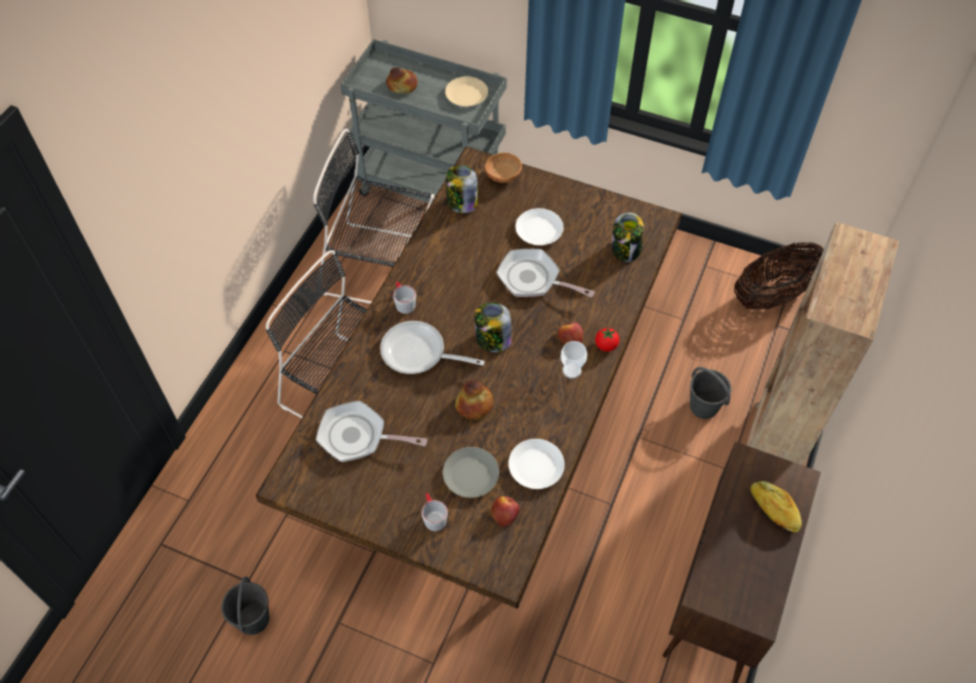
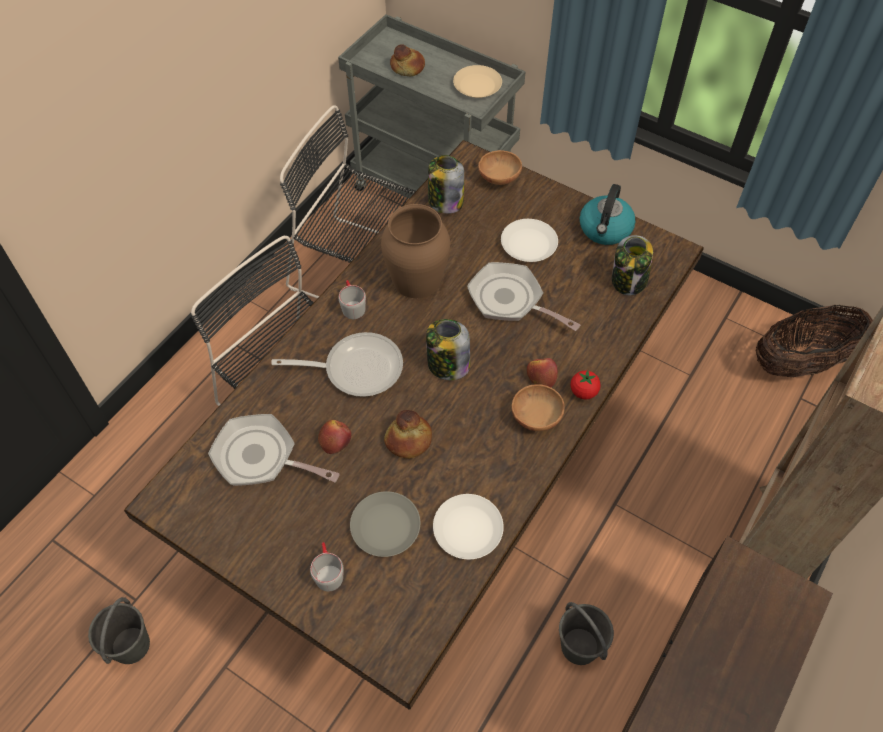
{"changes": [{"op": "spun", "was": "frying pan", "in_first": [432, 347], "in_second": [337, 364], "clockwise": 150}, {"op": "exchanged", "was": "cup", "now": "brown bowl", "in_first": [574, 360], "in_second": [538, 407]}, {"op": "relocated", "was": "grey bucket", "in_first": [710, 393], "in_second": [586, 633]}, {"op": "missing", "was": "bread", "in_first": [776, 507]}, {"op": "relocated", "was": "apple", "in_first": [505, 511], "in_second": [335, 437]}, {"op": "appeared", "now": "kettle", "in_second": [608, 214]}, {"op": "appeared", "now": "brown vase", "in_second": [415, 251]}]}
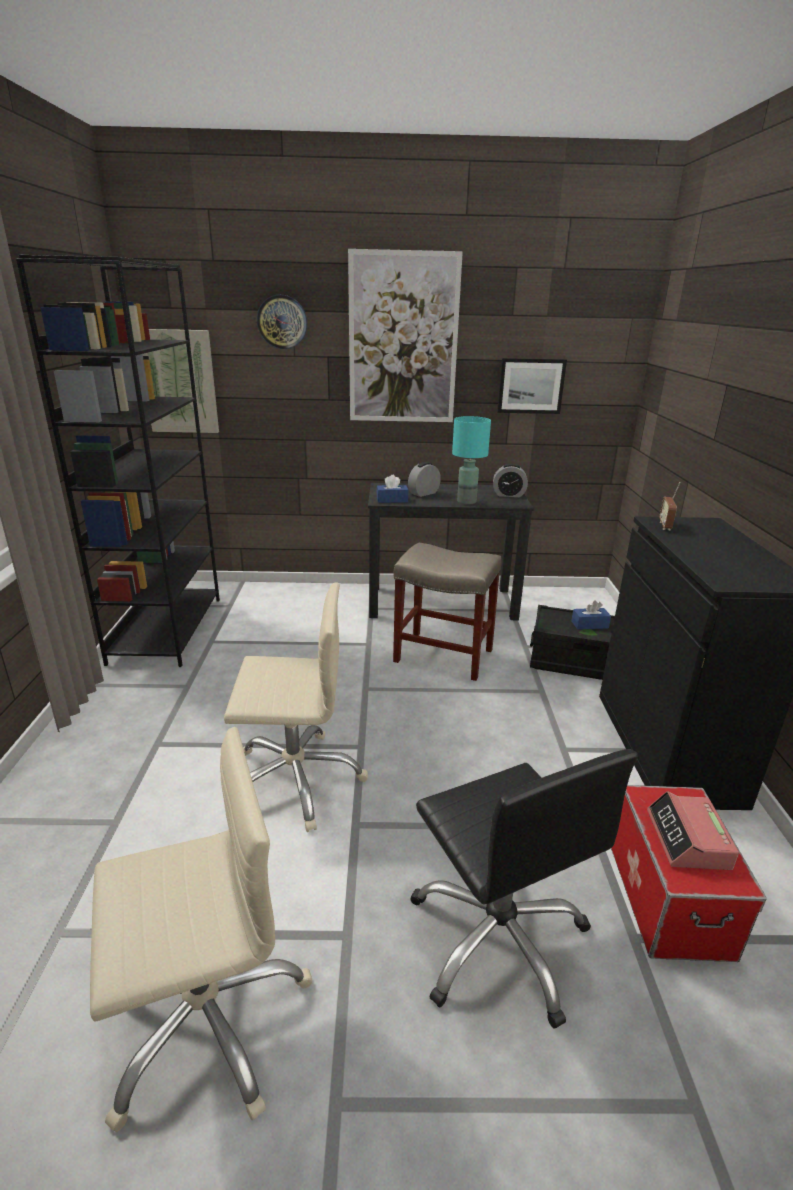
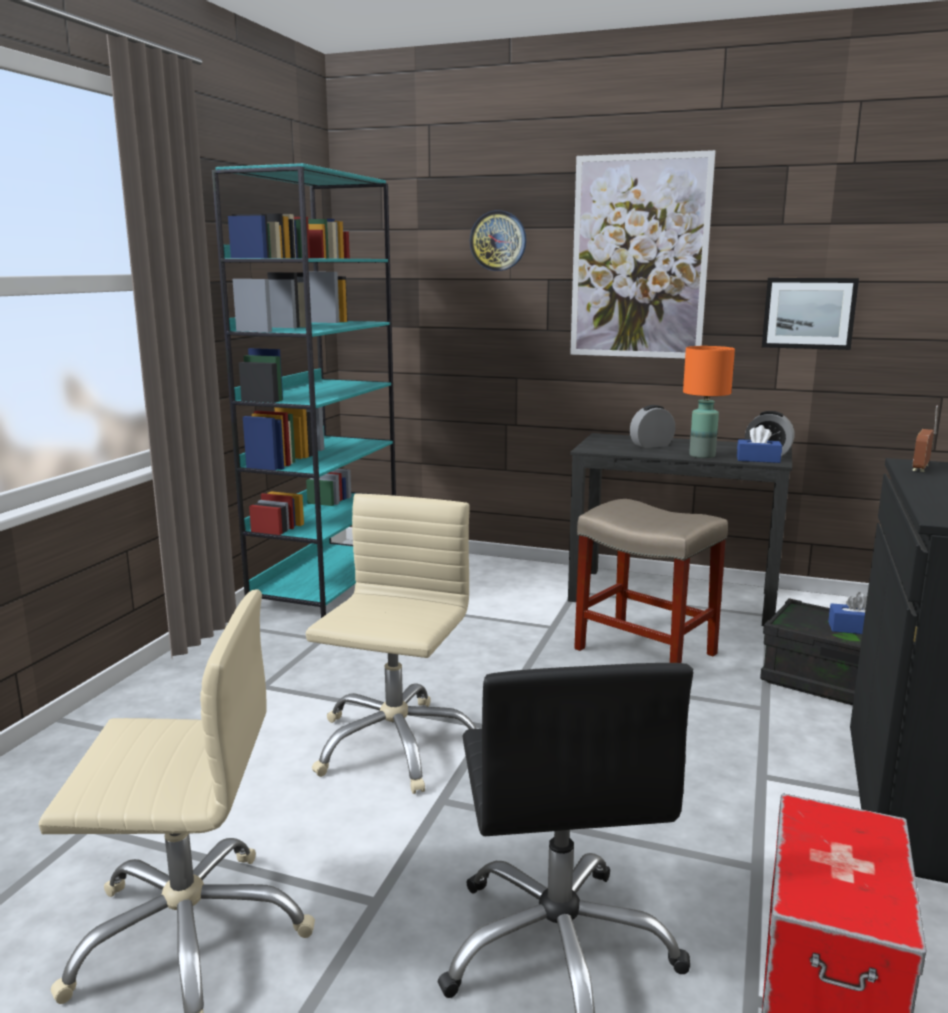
{"changes": [{"op": "colour", "was": "black bookcase", "now": "turquoise bookcase", "in_first": [118, 461], "in_second": [304, 390]}, {"op": "missing", "was": "picture", "in_first": [181, 381]}, {"op": "colour", "was": "turquoise table lamp", "now": "orange table lamp", "in_first": [471, 460], "in_second": [709, 402]}, {"op": "relocated", "was": "blue tissue box", "in_first": [393, 489], "in_second": [759, 444]}, {"op": "spun", "was": "beige office chair", "in_first": [296, 707], "in_second": [391, 644], "clockwise": -90}, {"op": "missing", "was": "alarm clock", "in_first": [693, 830]}]}
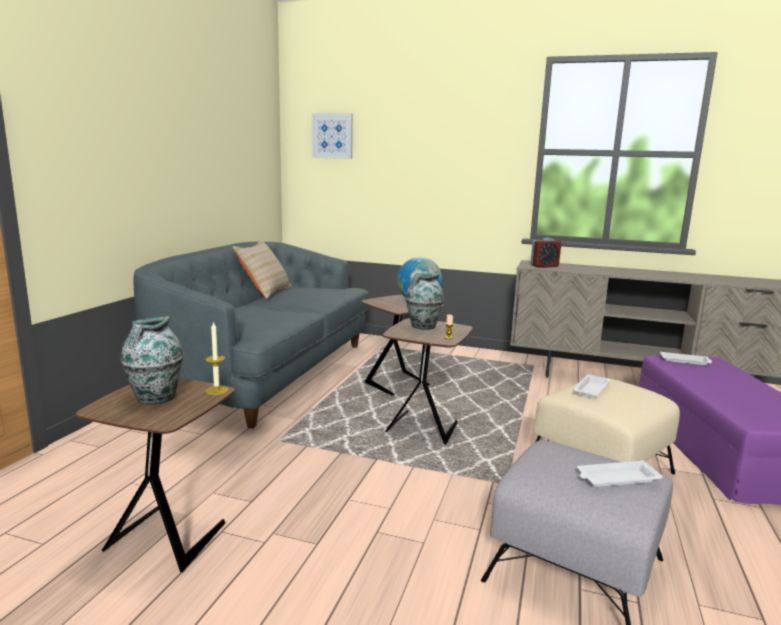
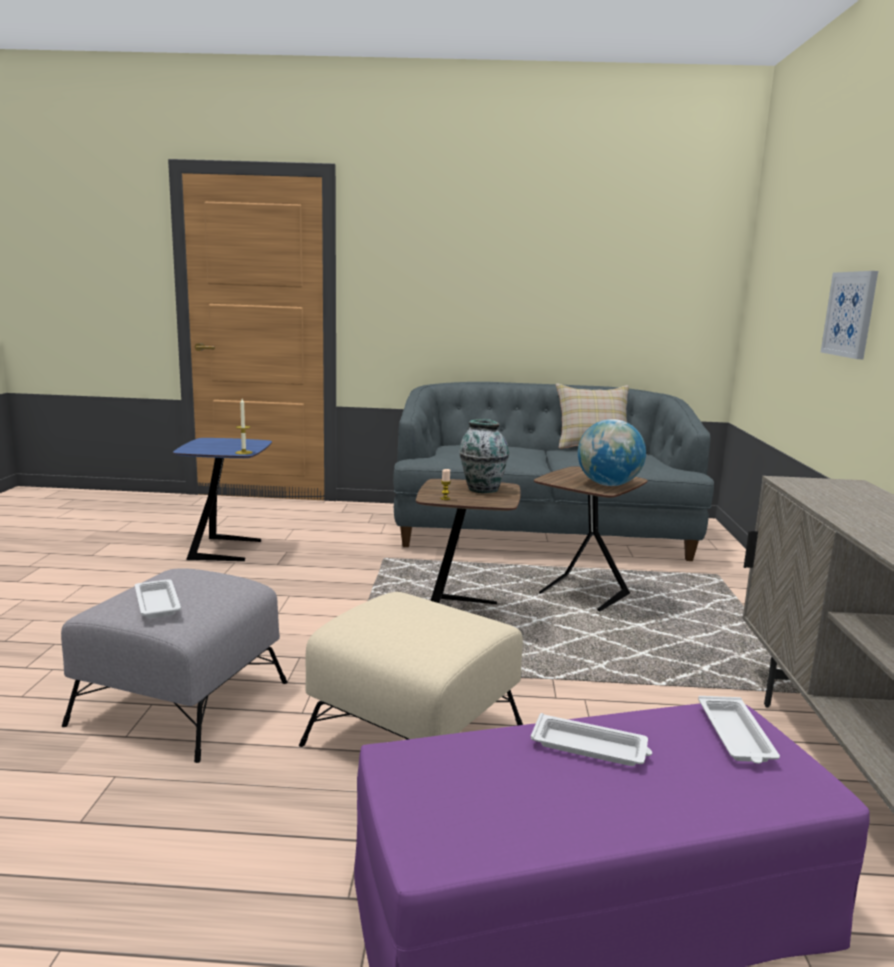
{"changes": [{"op": "relocated", "was": "picture", "in_first": [332, 136], "in_second": [849, 315]}, {"op": "missing", "was": "alarm clock", "in_first": [545, 252]}, {"op": "missing", "was": "vase", "in_first": [152, 360]}, {"op": "relocated", "was": "white tray", "in_first": [592, 386], "in_second": [591, 739]}, {"op": "colour", "was": "brown side table", "now": "blue side table", "in_first": [155, 475], "in_second": [222, 499]}]}
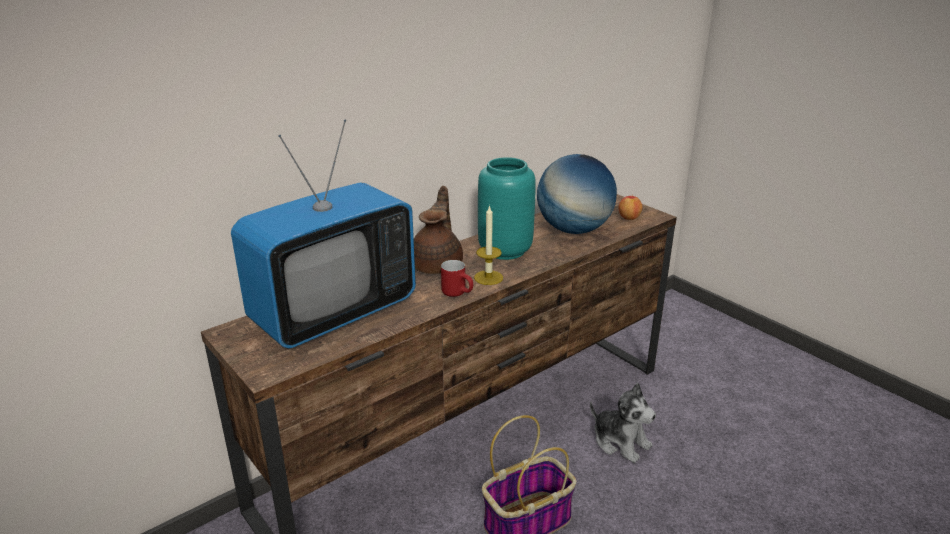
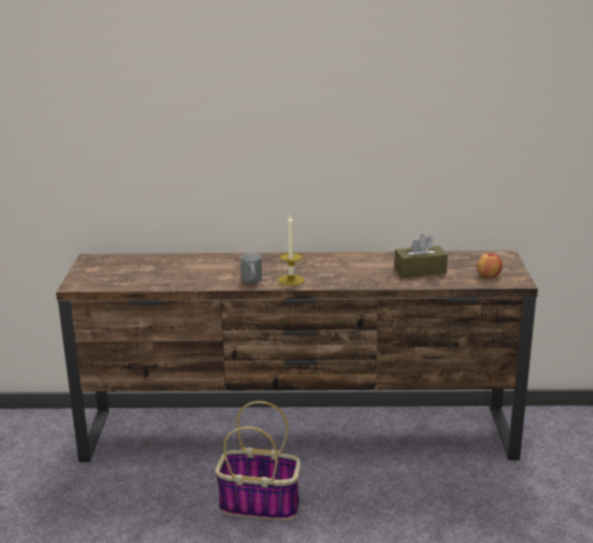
{"changes": [{"op": "missing", "was": "television", "in_first": [323, 234]}, {"op": "exchanged", "was": "globe", "now": "brown tissue box", "in_first": [577, 194], "in_second": [421, 256]}, {"op": "missing", "was": "turquoise vase", "in_first": [507, 208]}, {"op": "missing", "was": "brown teapot", "in_first": [438, 230]}, {"op": "colour", "was": "red mug", "now": "grey mug", "in_first": [457, 278], "in_second": [251, 268]}, {"op": "missing", "was": "plush toy", "in_first": [623, 423]}]}
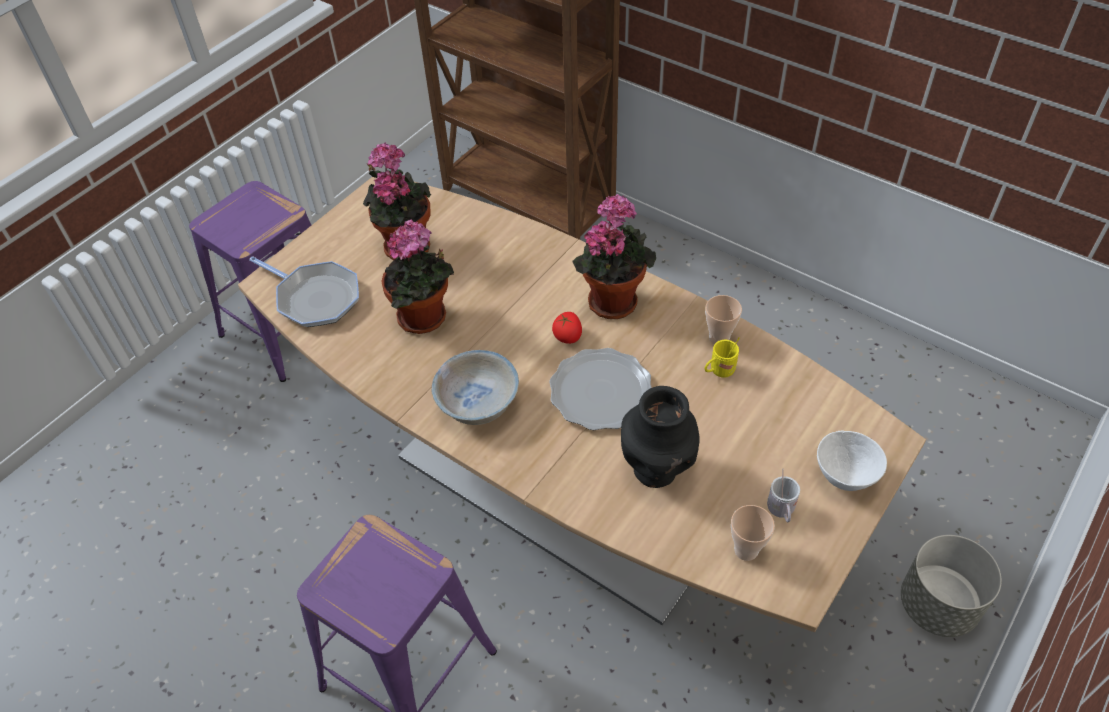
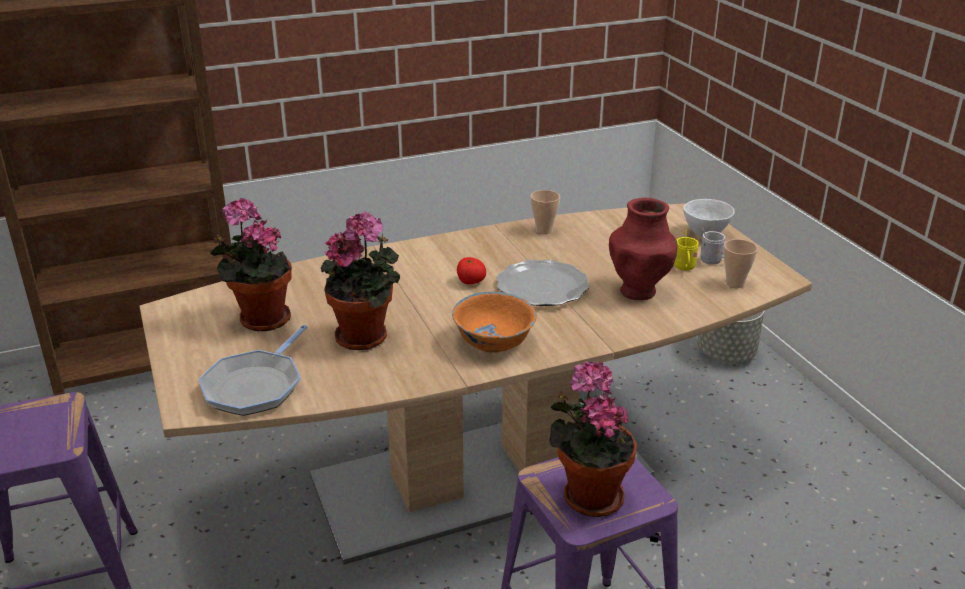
{"changes": [{"op": "relocated", "was": "potted plant", "in_first": [614, 256], "in_second": [593, 439]}, {"op": "spun", "was": "frying pan", "in_first": [304, 292], "in_second": [253, 370], "clockwise": 135}, {"op": "relocated", "was": "yellow mug", "in_first": [722, 357], "in_second": [686, 250]}, {"op": "colour", "was": "white bowl", "now": "orange bowl", "in_first": [475, 387], "in_second": [494, 322]}, {"op": "colour", "was": "black vase", "now": "red vase", "in_first": [660, 437], "in_second": [643, 249]}]}
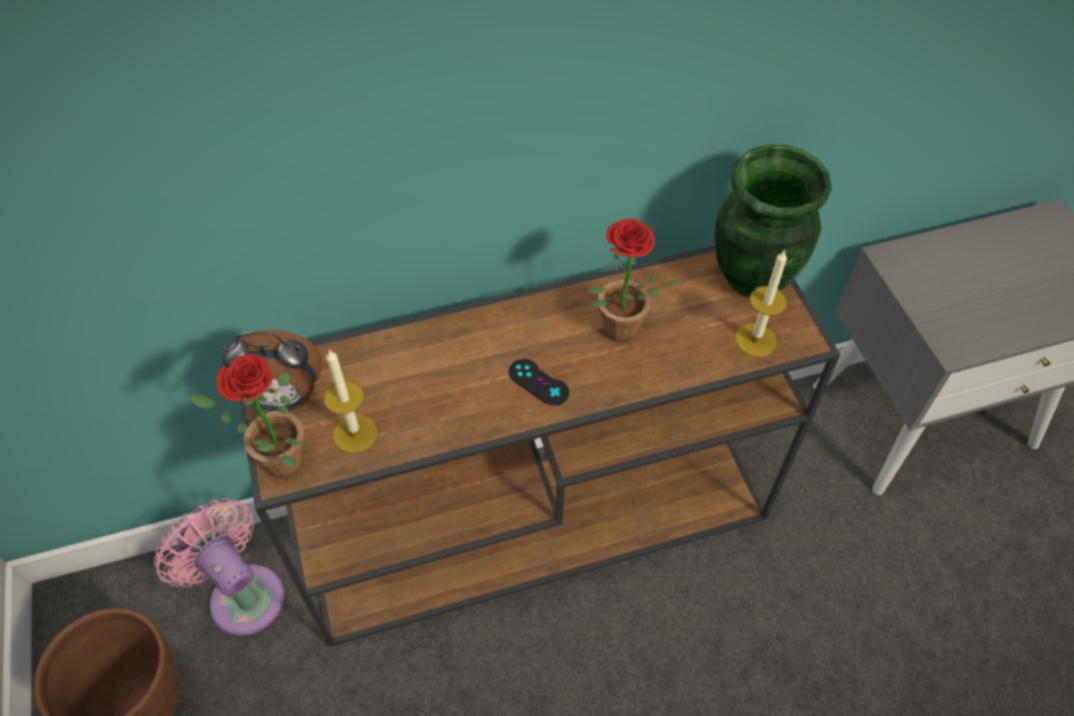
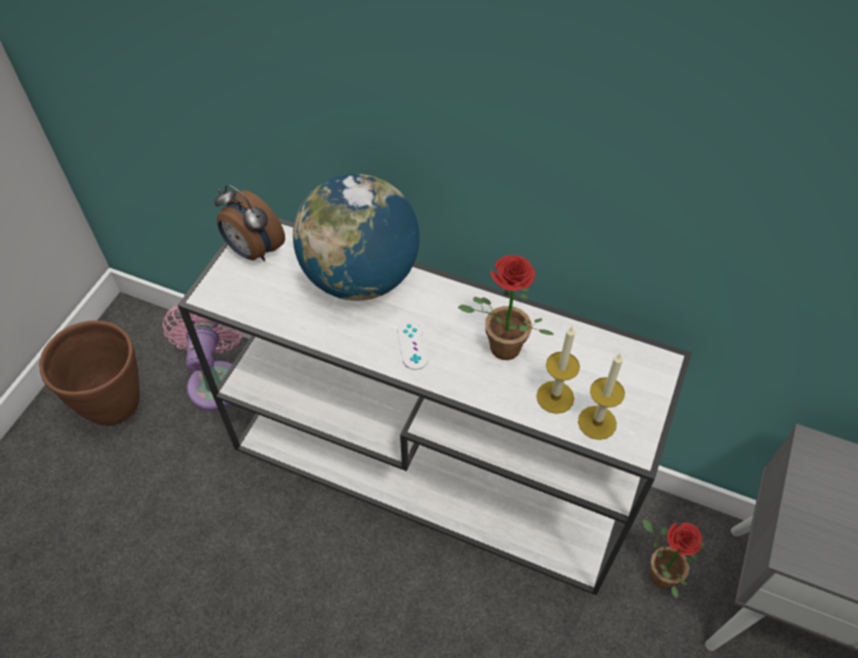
{"changes": [{"op": "missing", "was": "green vase", "in_first": [773, 220]}, {"op": "colour", "was": "brown console table", "now": "white console table", "in_first": [540, 446], "in_second": [435, 406]}, {"op": "relocated", "was": "candle", "in_first": [350, 401], "in_second": [558, 370]}, {"op": "relocated", "was": "potted plant", "in_first": [247, 416], "in_second": [674, 559]}, {"op": "colour", "was": "black game controller", "now": "white game controller", "in_first": [539, 382], "in_second": [413, 345]}, {"op": "appeared", "now": "globe", "in_second": [356, 237]}]}
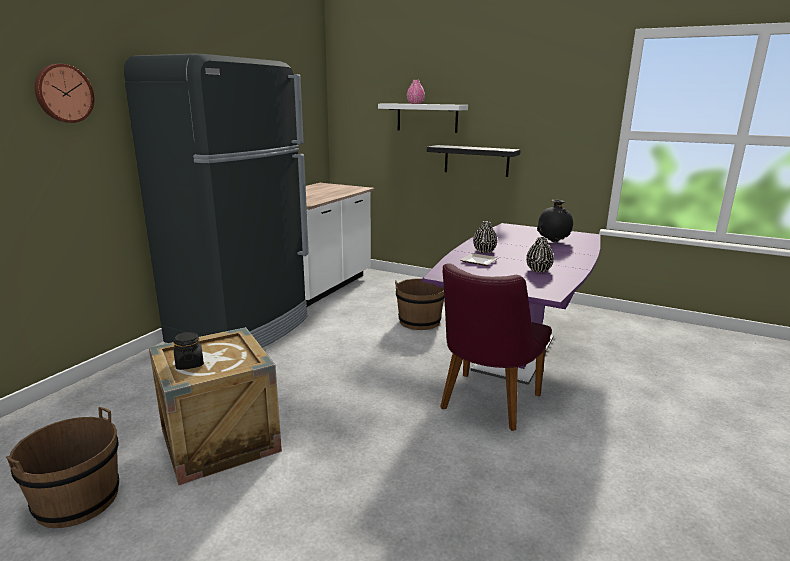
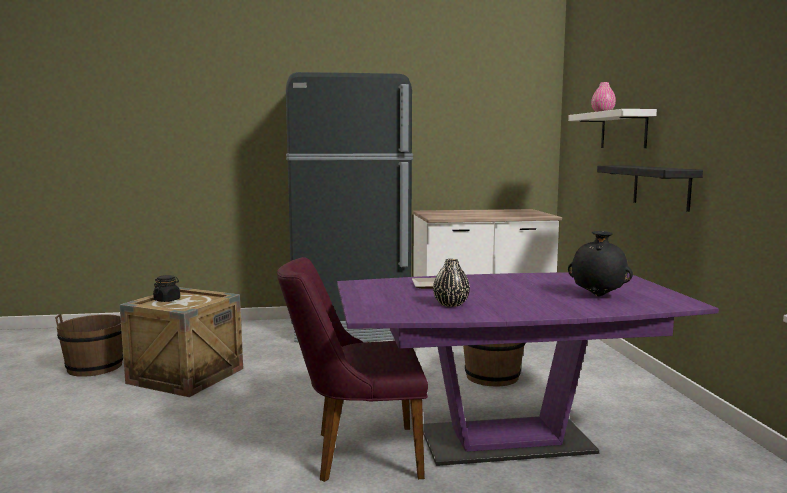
{"changes": [{"op": "missing", "was": "wall clock", "in_first": [64, 93]}, {"op": "missing", "was": "black vase", "in_first": [485, 237]}]}
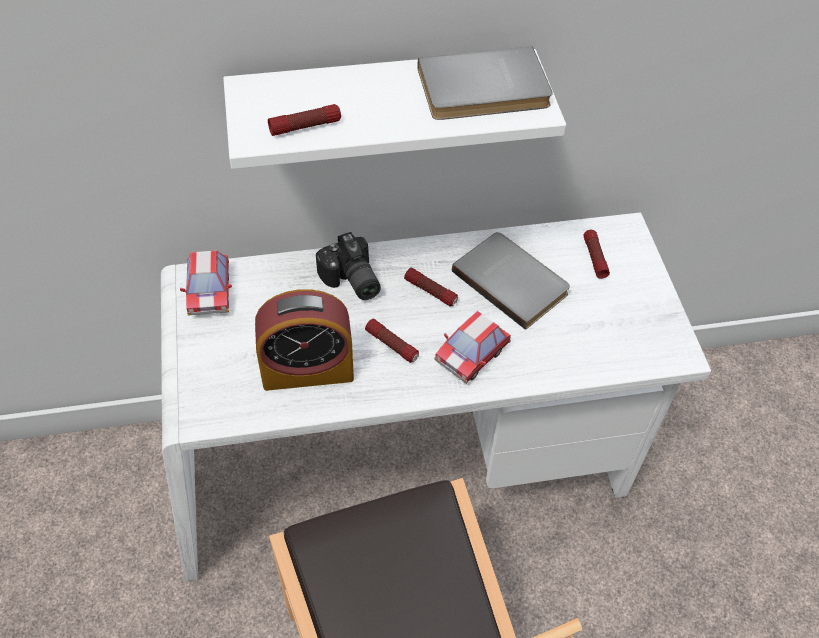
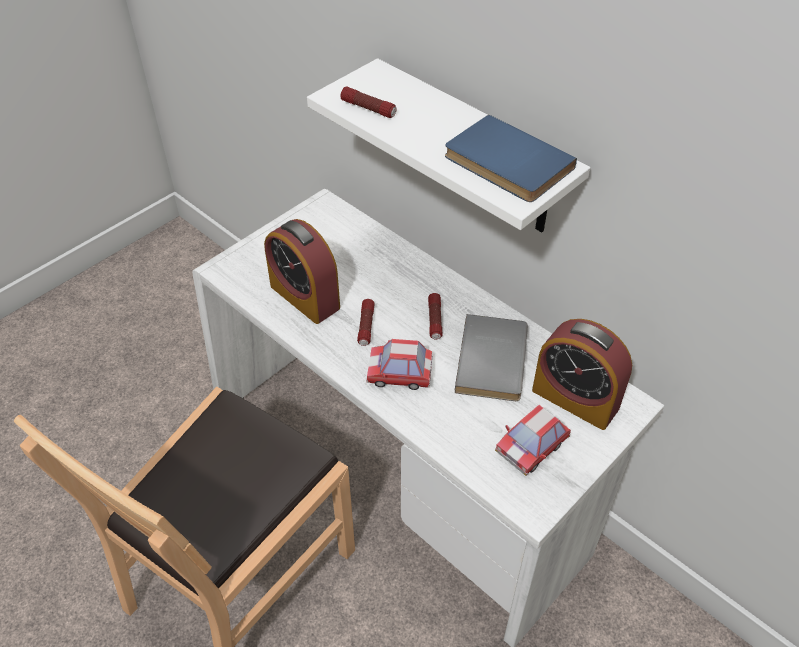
{"changes": [{"op": "colour", "was": "grey book", "now": "blue book", "in_first": [485, 83], "in_second": [511, 158]}, {"op": "exchanged", "was": "flashlight", "now": "alarm clock", "in_first": [596, 254], "in_second": [582, 374]}, {"op": "missing", "was": "photo camera", "in_first": [348, 266]}, {"op": "relocated", "was": "toy car", "in_first": [206, 283], "in_second": [533, 440]}]}
